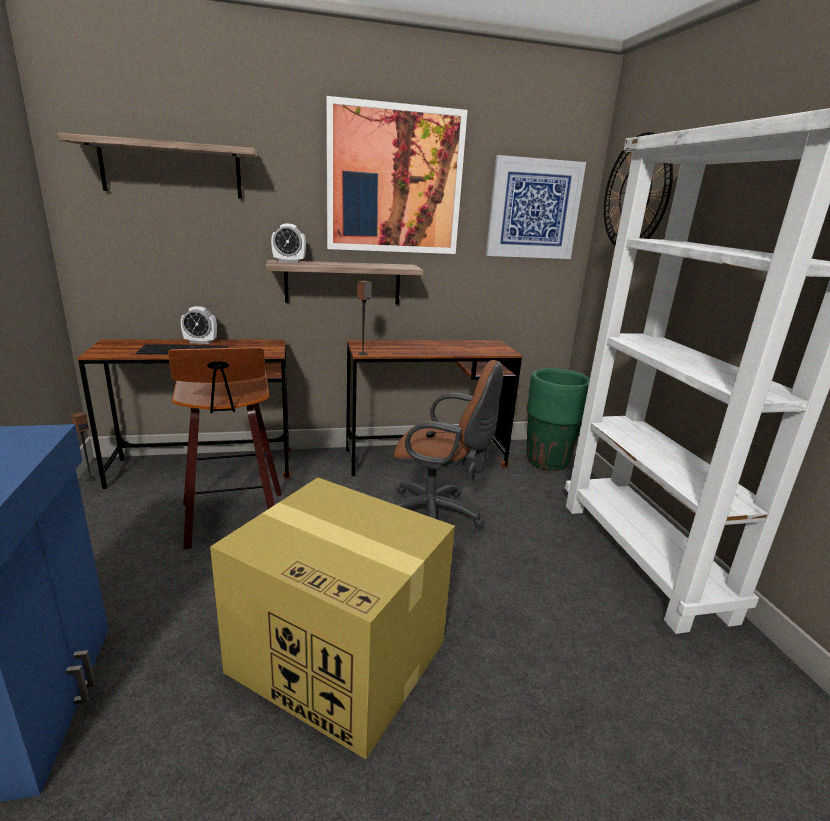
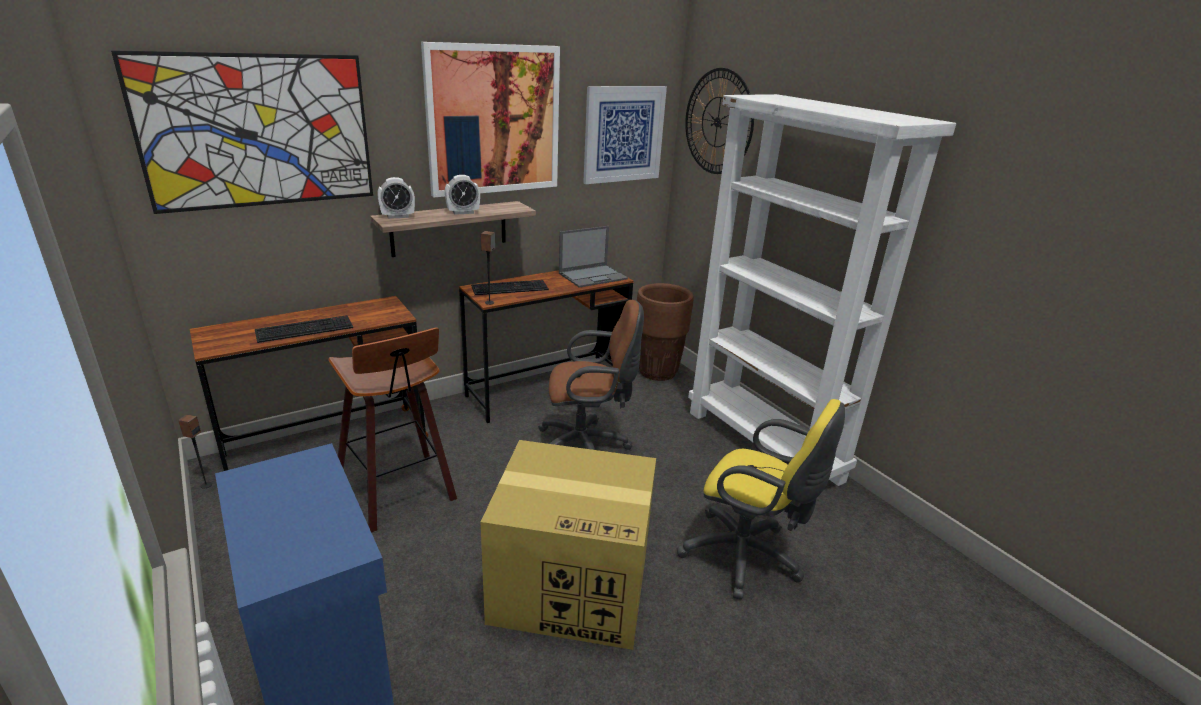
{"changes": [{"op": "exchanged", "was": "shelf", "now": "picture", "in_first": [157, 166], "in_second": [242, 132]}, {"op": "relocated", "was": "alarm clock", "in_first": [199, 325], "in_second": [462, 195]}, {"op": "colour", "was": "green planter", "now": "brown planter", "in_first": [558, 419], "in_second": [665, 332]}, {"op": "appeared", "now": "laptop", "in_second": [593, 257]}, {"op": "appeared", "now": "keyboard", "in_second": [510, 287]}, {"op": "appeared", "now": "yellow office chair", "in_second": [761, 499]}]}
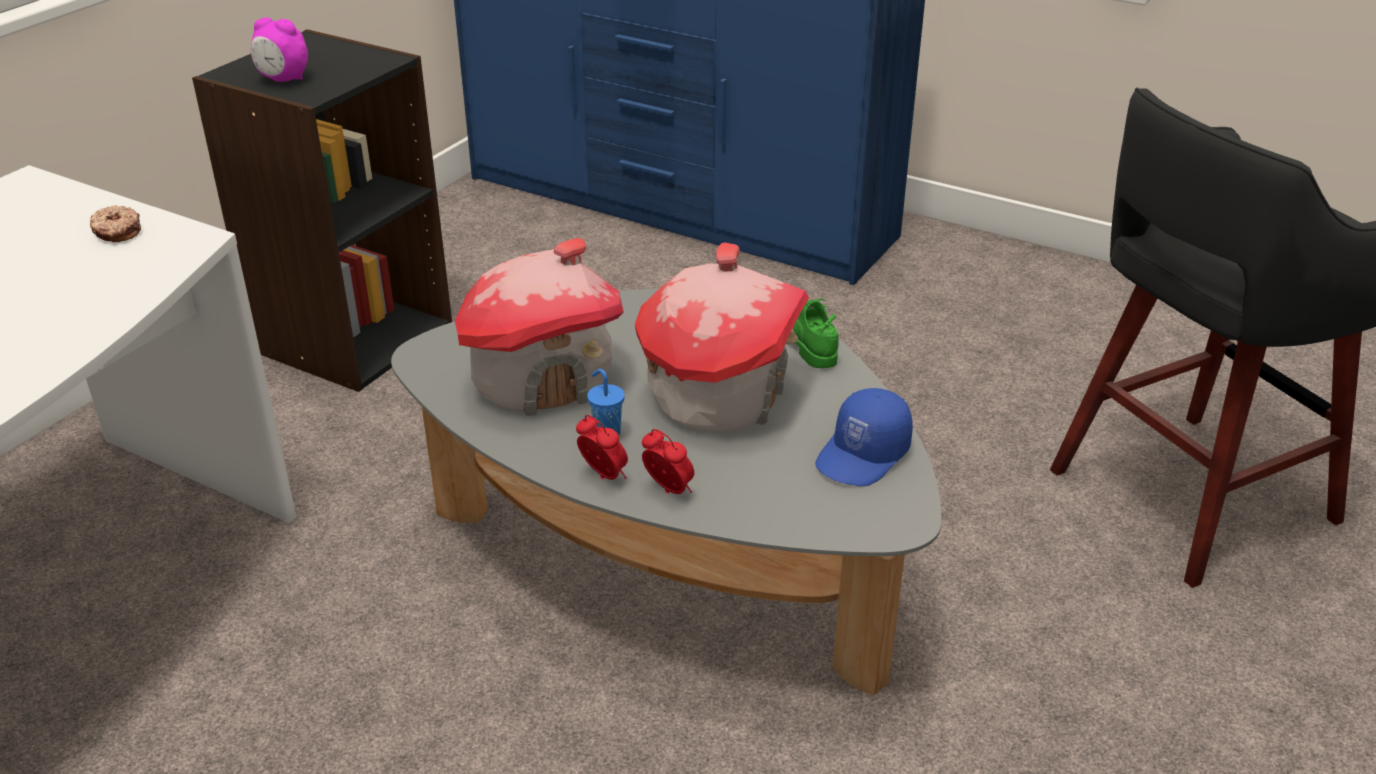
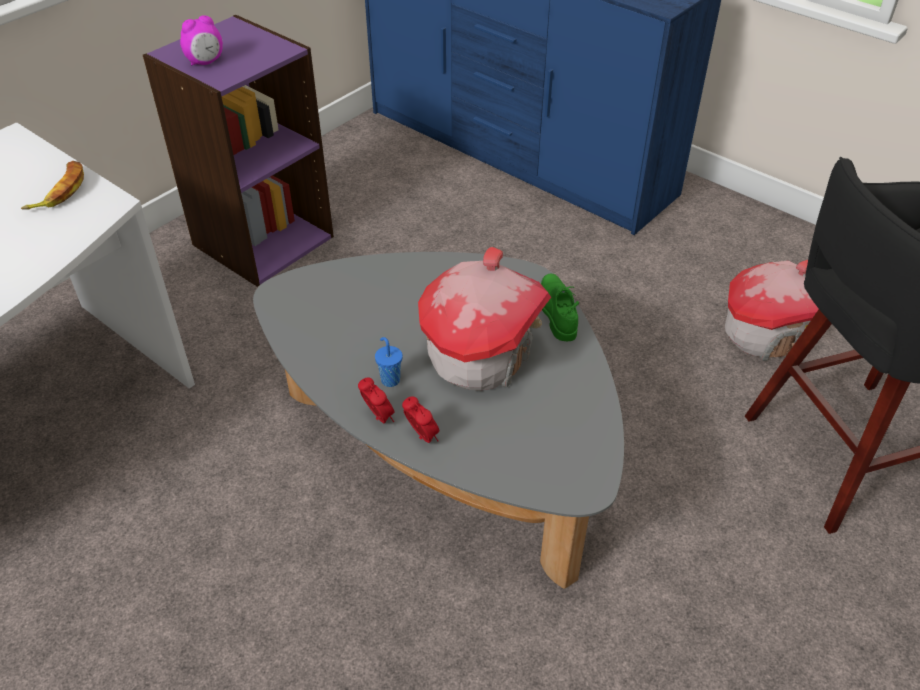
{"changes": [{"op": "spun", "was": "alarm clock", "in_first": [279, 49], "in_second": [201, 40], "clockwise": -60}, {"op": "colour", "was": "black bookcase", "now": "purple bookcase", "in_first": [322, 210], "in_second": [238, 151]}, {"op": "exchanged", "was": "donut", "now": "banana", "in_first": [115, 223], "in_second": [52, 185]}, {"op": "relocated", "was": "toy house", "in_first": [539, 327], "in_second": [772, 310]}, {"op": "missing", "was": "blue cap", "in_first": [864, 437]}]}
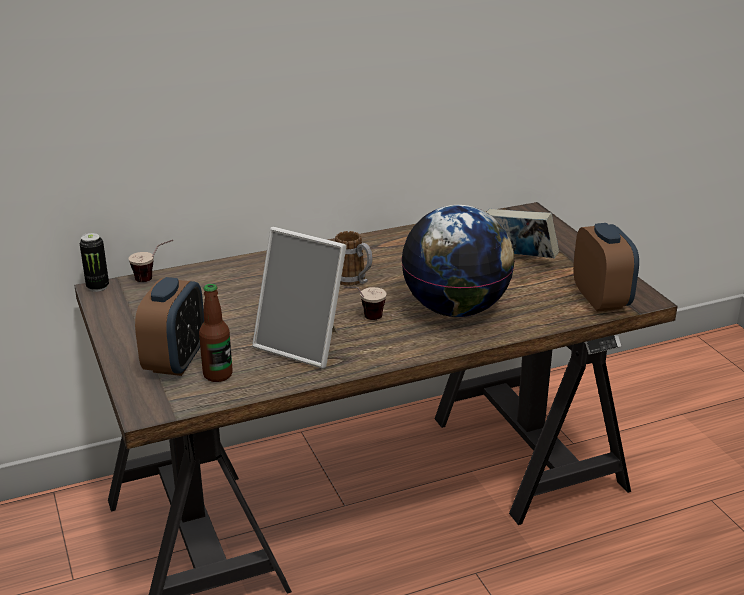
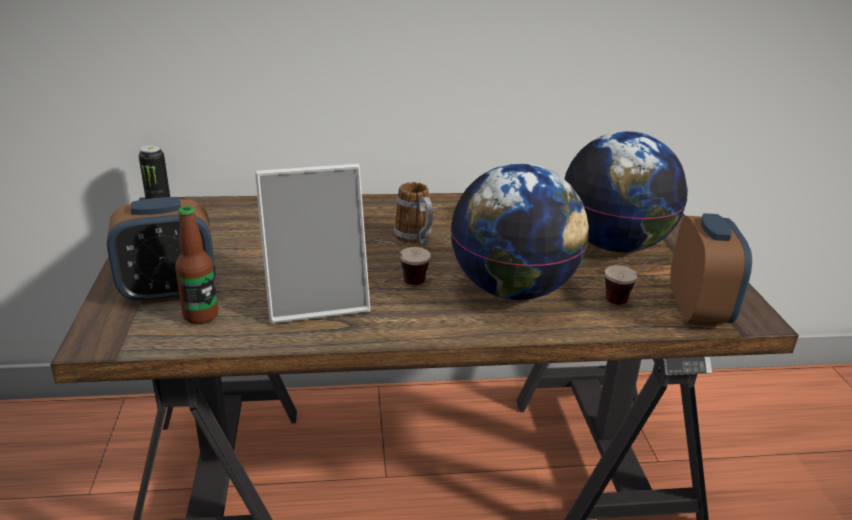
{"changes": [{"op": "exchanged", "was": "book", "now": "globe", "in_first": [523, 233], "in_second": [626, 191]}, {"op": "spun", "was": "picture frame", "in_first": [299, 298], "in_second": [312, 243], "clockwise": -60}, {"op": "relocated", "was": "cup", "in_first": [151, 261], "in_second": [637, 281]}, {"op": "spun", "was": "alarm clock", "in_first": [169, 326], "in_second": [161, 251], "clockwise": 45}]}
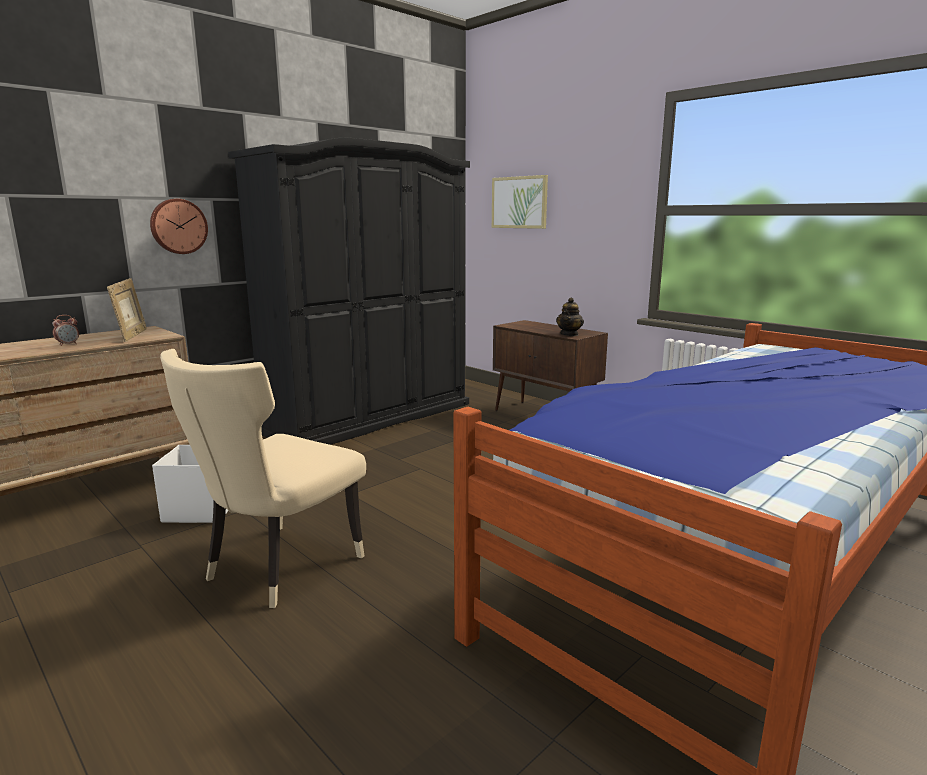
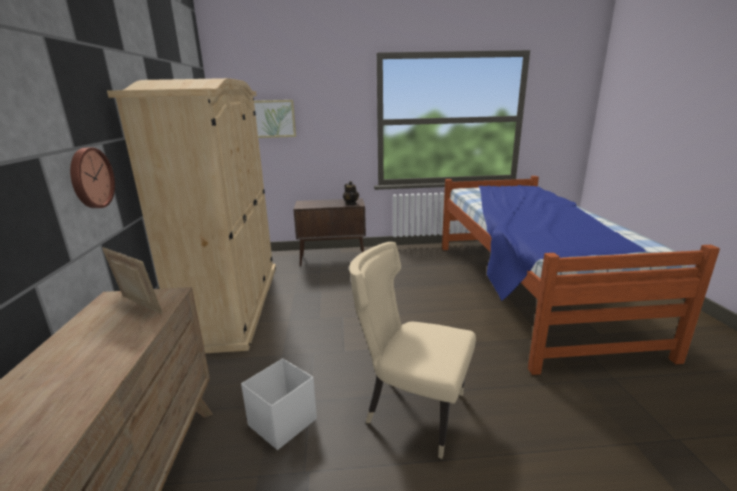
{"changes": [{"op": "colour", "was": "black wardrobe", "now": "beige wardrobe", "in_first": [349, 291], "in_second": [191, 215]}, {"op": "missing", "was": "alarm clock", "in_first": [65, 330]}, {"op": "spun", "was": "beige chair", "in_first": [263, 478], "in_second": [412, 350], "clockwise": 135}]}
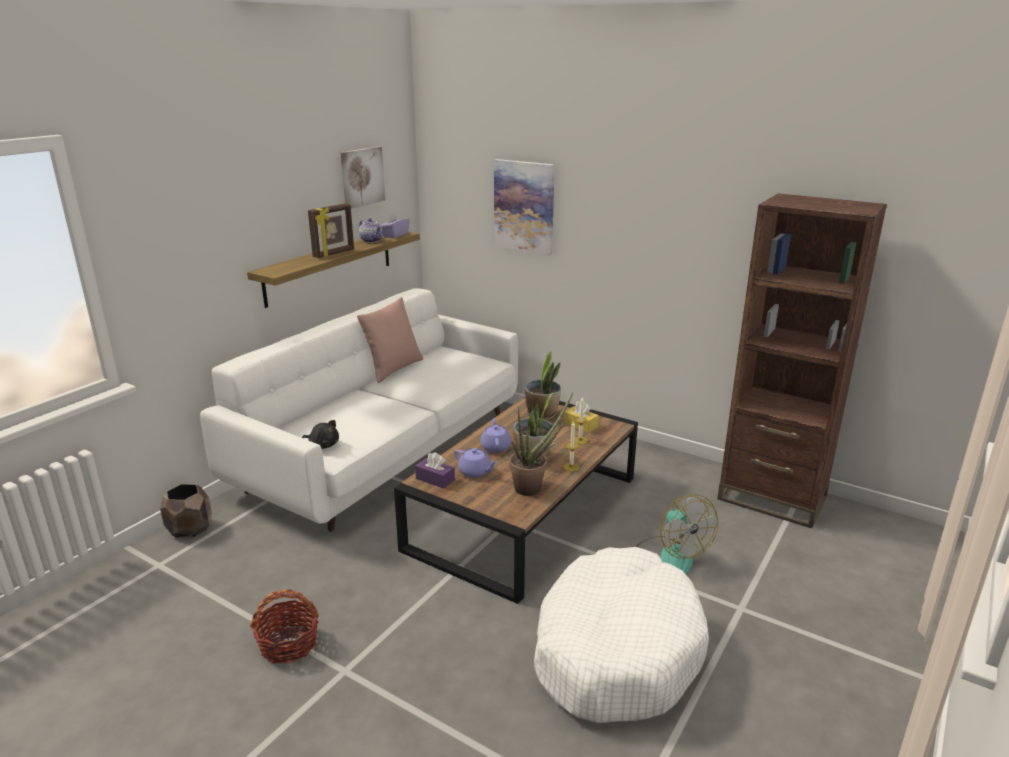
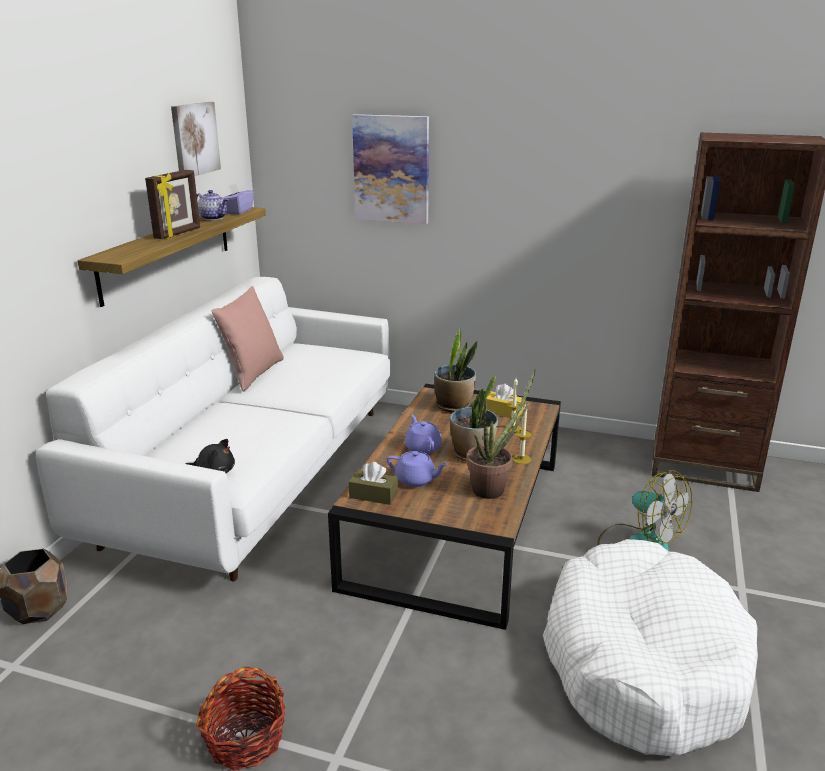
{"changes": [{"op": "colour", "was": "purple tissue box", "now": "brown tissue box", "in_first": [435, 470], "in_second": [373, 483]}]}
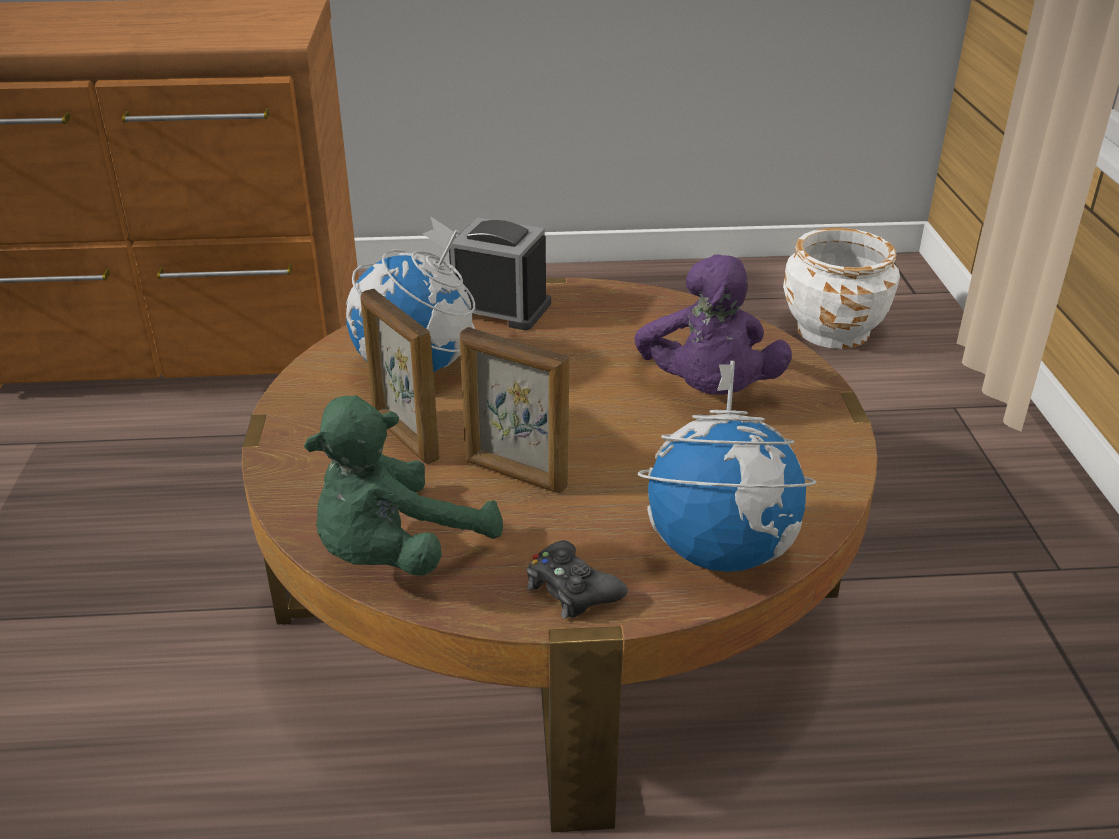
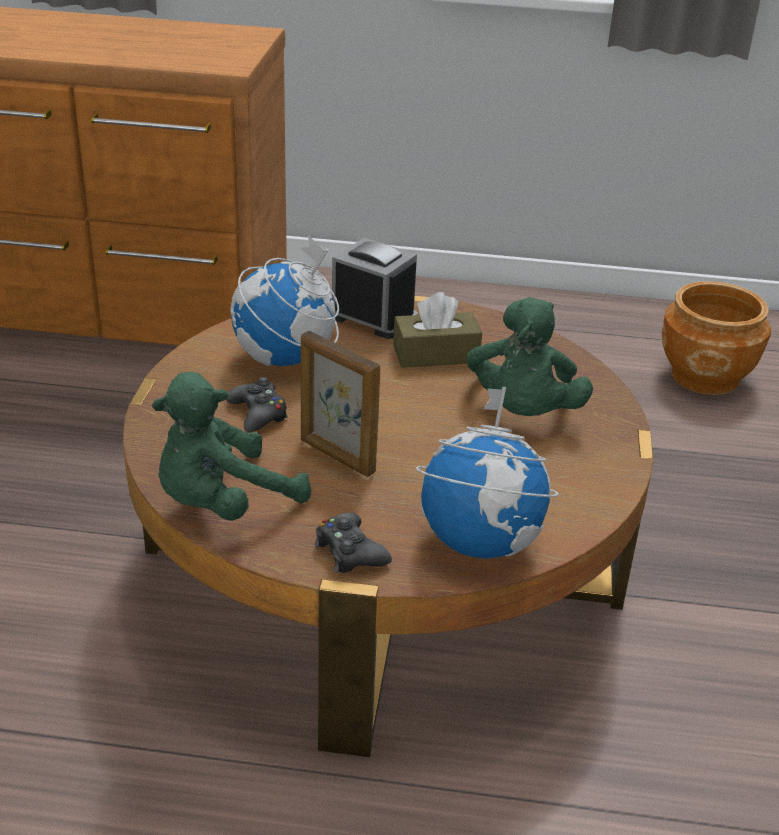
{"changes": [{"op": "colour", "was": "white planter", "now": "brown planter", "in_first": [841, 288], "in_second": [716, 338]}, {"op": "colour", "was": "purple plush toy", "now": "green plush toy", "in_first": [713, 324], "in_second": [530, 356]}, {"op": "exchanged", "was": "picture frame", "now": "black game controller", "in_first": [399, 376], "in_second": [257, 404]}, {"op": "appeared", "now": "brown tissue box", "in_second": [437, 330]}]}
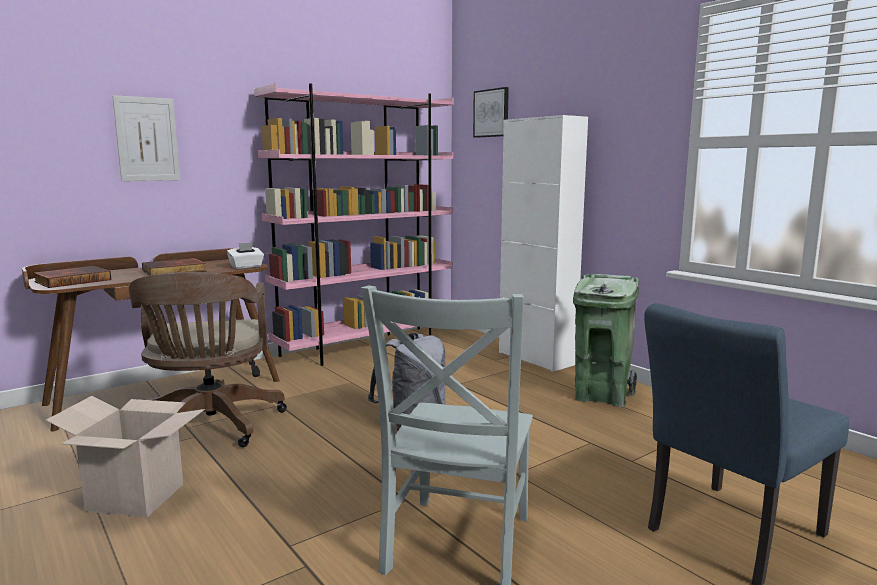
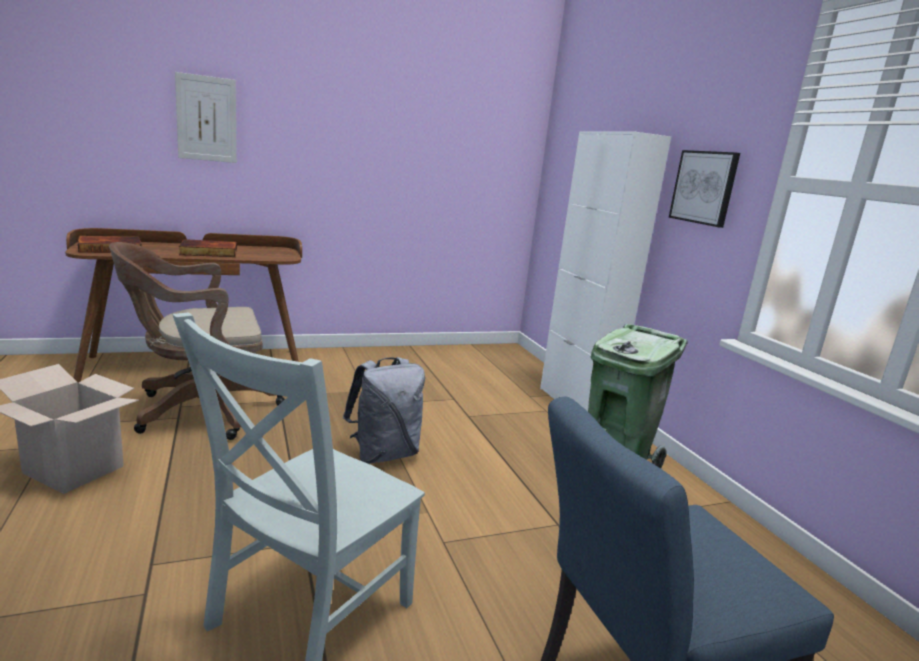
{"changes": [{"op": "missing", "was": "pink bookcase", "in_first": [354, 224]}, {"op": "relocated", "was": "picture", "in_first": [491, 112], "in_second": [704, 189]}, {"op": "missing", "was": "white tissue box", "in_first": [245, 255]}, {"op": "spun", "was": "brown office chair", "in_first": [208, 359], "in_second": [197, 341], "clockwise": 60}]}
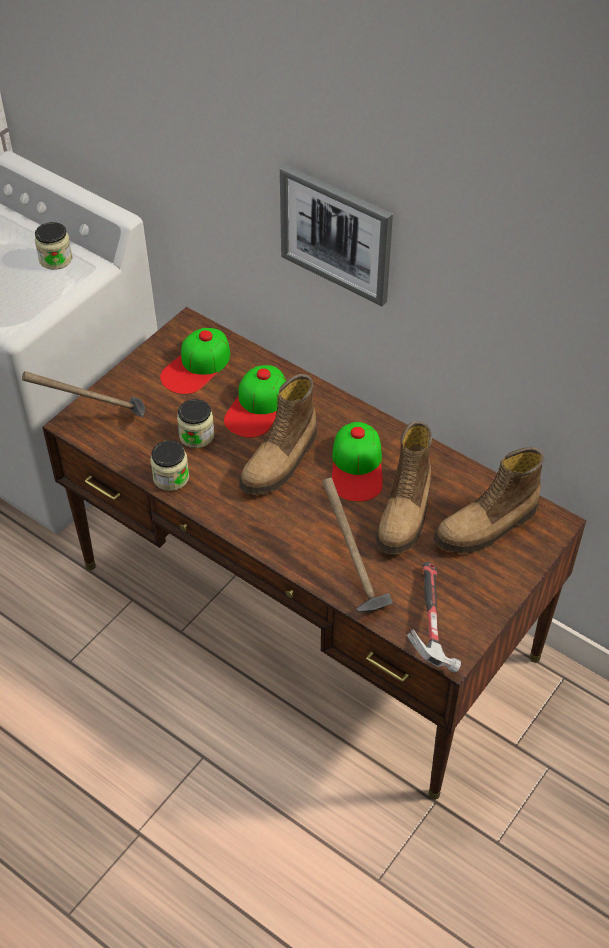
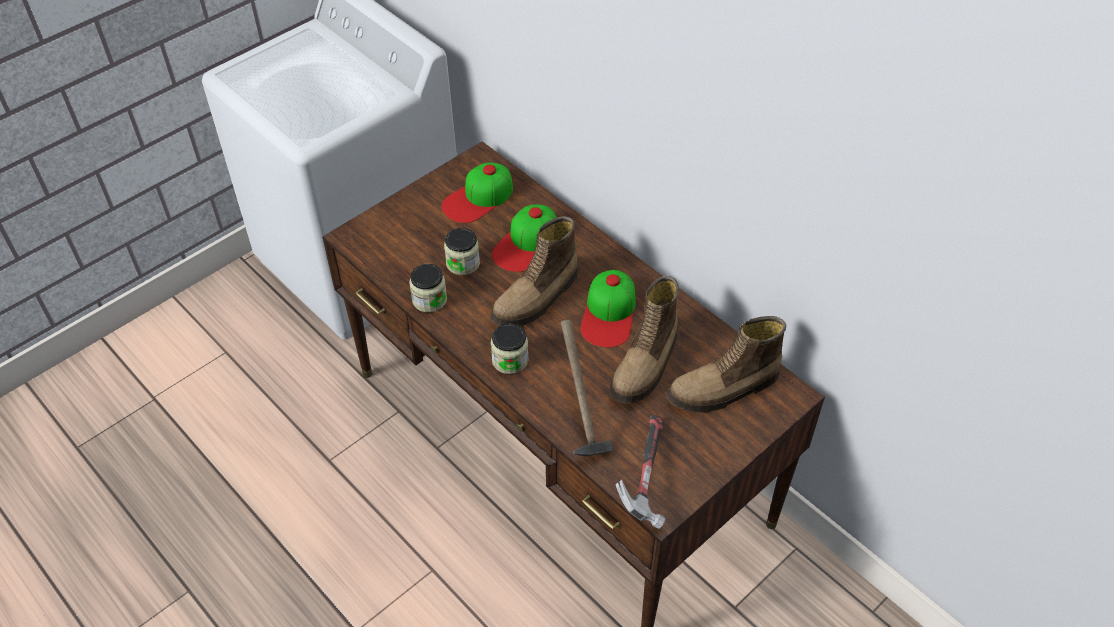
{"changes": [{"op": "missing", "was": "picture", "in_first": [336, 235]}, {"op": "relocated", "was": "jar", "in_first": [53, 246], "in_second": [510, 349]}, {"op": "missing", "was": "hammer", "in_first": [83, 394]}]}
